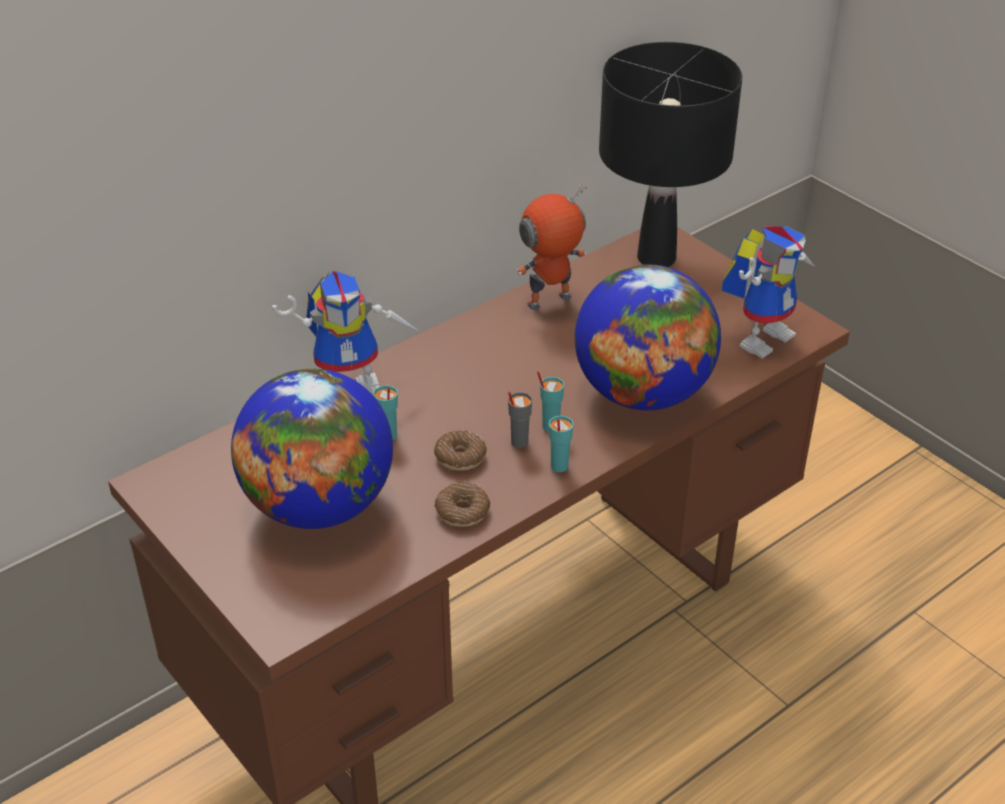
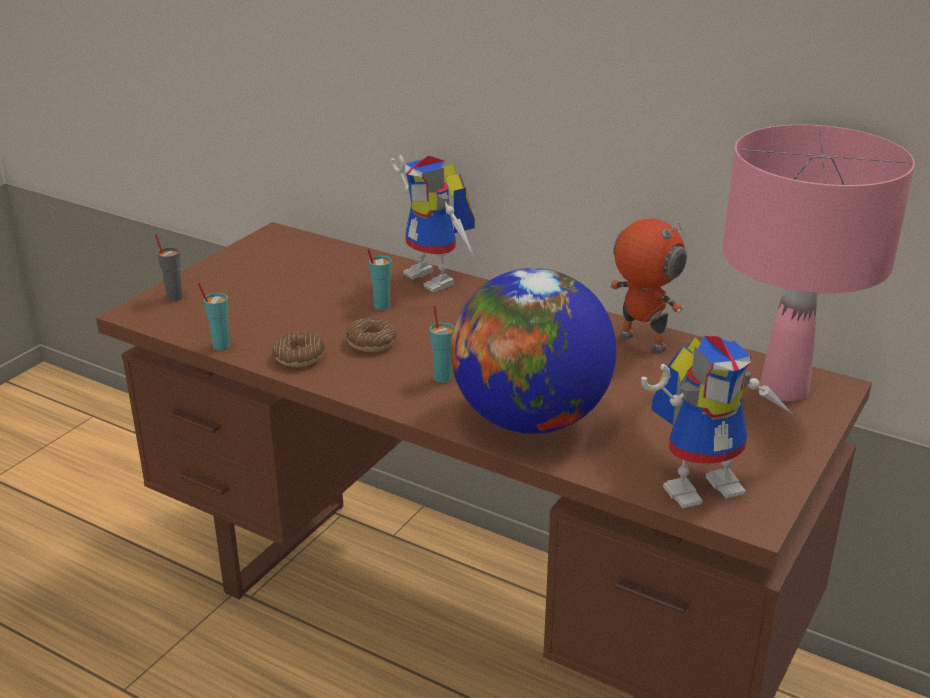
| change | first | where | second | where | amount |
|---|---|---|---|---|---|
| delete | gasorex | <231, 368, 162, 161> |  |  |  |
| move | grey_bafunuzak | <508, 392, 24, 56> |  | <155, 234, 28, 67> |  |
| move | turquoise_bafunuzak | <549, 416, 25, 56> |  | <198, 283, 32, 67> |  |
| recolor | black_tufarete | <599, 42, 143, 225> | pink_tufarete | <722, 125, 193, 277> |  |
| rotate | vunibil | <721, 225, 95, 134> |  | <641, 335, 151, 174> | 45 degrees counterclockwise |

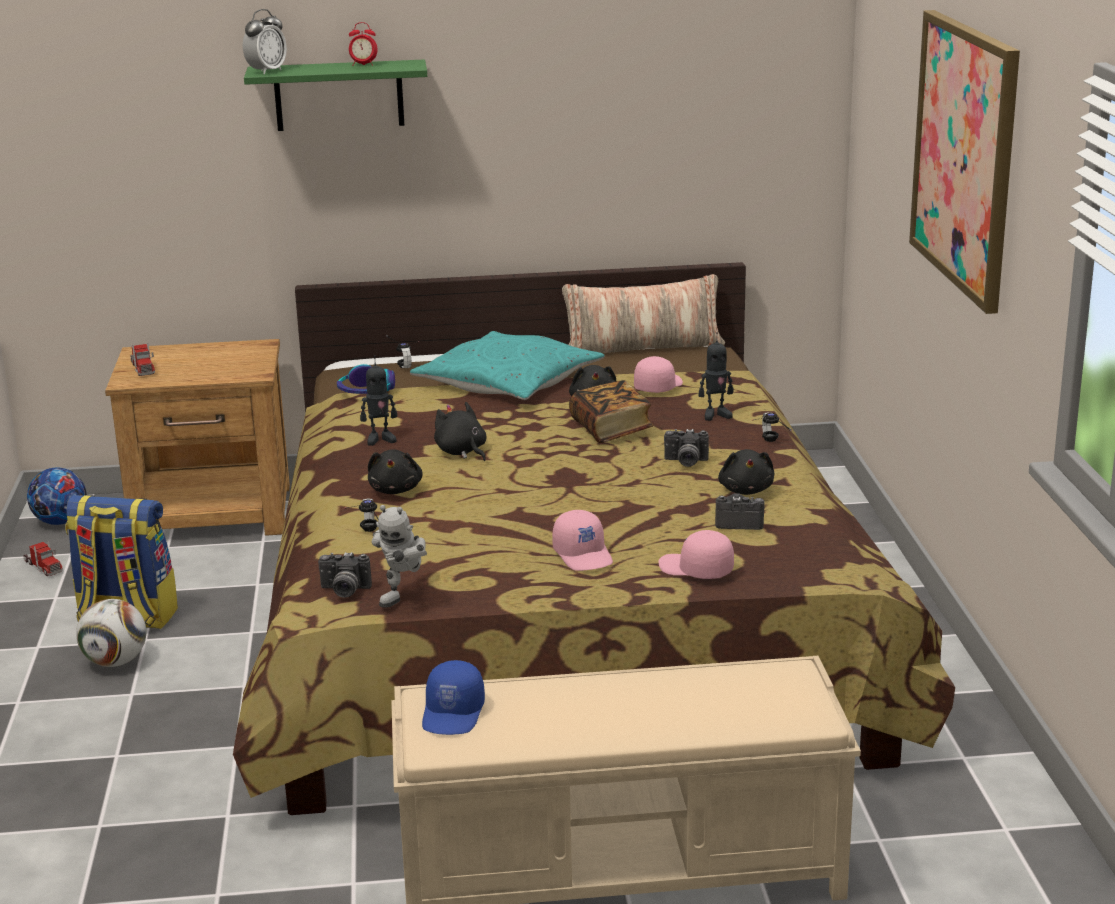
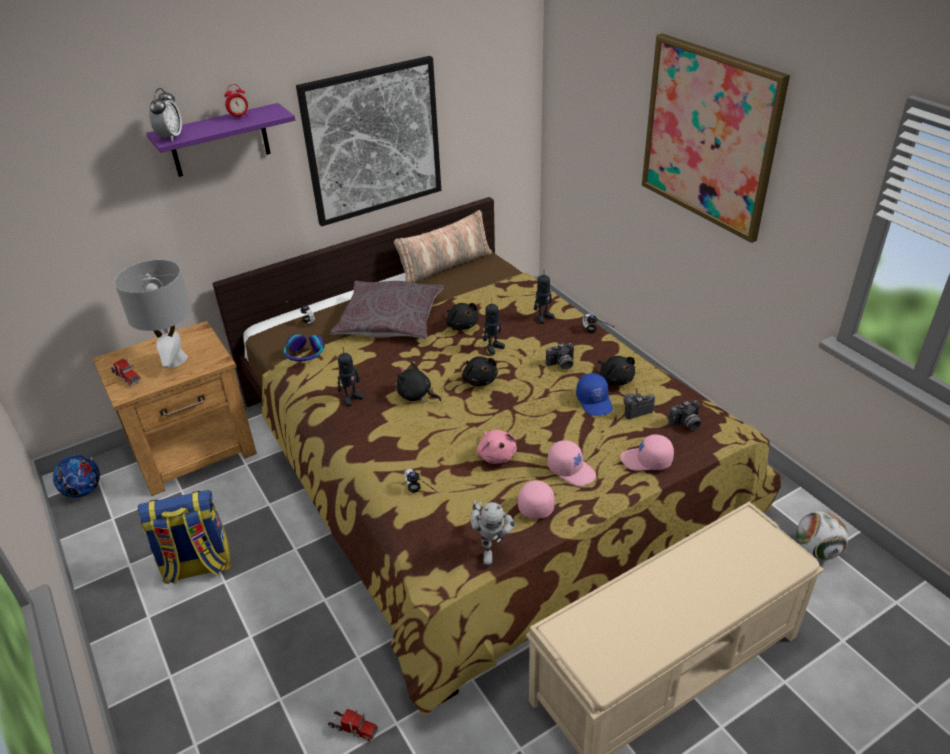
| change | first | where | second | where | amount |
|---|---|---|---|---|---|
| insert |  |  | grey_tufarete | <114, 259, 78, 109> |  |
| insert |  |  | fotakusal | <296, 56, 145, 170> |  |
| insert |  |  | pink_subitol | <477, 430, 40, 34> |  |
| move | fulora | <24, 541, 39, 35> |  | <328, 709, 50, 33> |  |
| move | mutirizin | <76, 599, 70, 68> |  | <796, 511, 52, 49> |  |
| move | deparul | <318, 552, 54, 46> |  | <668, 400, 33, 30> |  |
| move | black_subitol | <368, 450, 55, 44> |  | <462, 356, 36, 30> |  |
| move | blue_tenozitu | <422, 660, 63, 75> |  | <576, 373, 37, 43> |  |
| move | pink_tenozitu | <634, 356, 49, 37> |  | <518, 480, 37, 39> |  |
| replace | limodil | <569, 380, 85, 63> | vunibil | <483, 298, 22, 57> |  |
| recolor | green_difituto | <244, 59, 183, 72> | purple_difituto | <146, 103, 149, 74> |  |
| recolor | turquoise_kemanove | <410, 331, 195, 69> | grey_kemanove | <330, 281, 114, 58> |  |

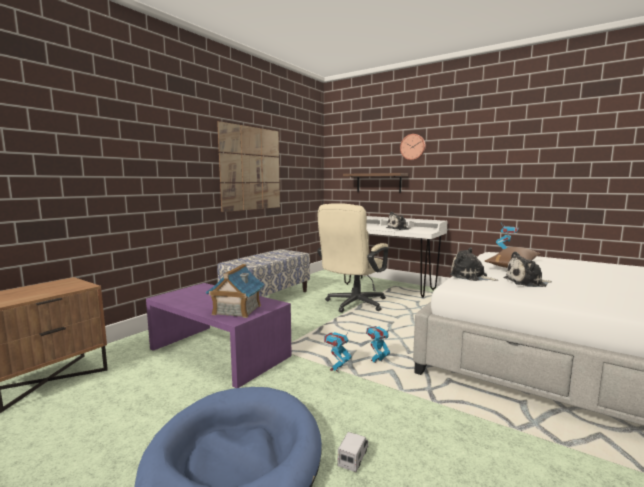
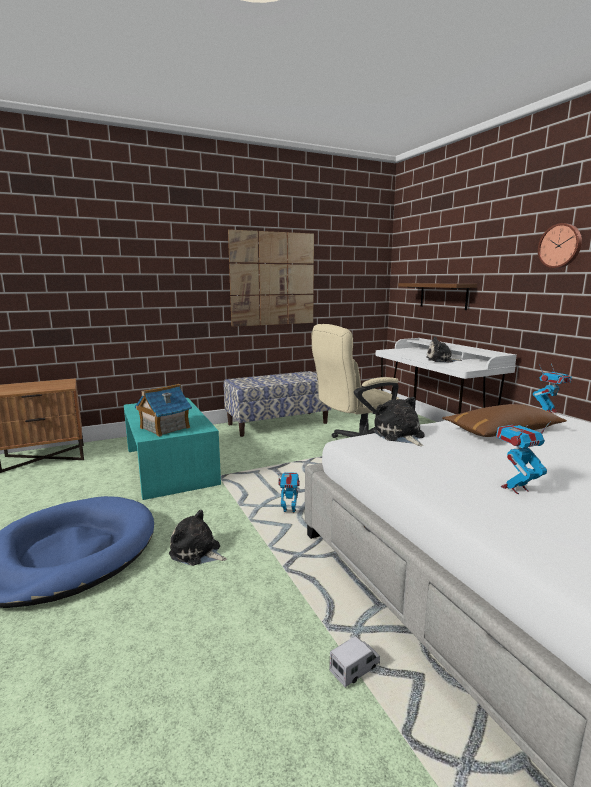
| change | first | where | second | where | amount |
|---|---|---|---|---|---|
| move | vunibil | <324, 329, 28, 44> |  | <496, 421, 55, 73> |  |
| move | fulora | <337, 432, 31, 40> |  | <329, 636, 51, 52> |  |
| move | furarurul | <400, 134, 26, 26> |  | <538, 223, 44, 45> |  |
| move | subitol | <503, 252, 49, 35> |  | <169, 510, 58, 56> |  |
| recolor | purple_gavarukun | <146, 283, 146, 105> | turquoise_gavarukun | <124, 398, 97, 102> |  |

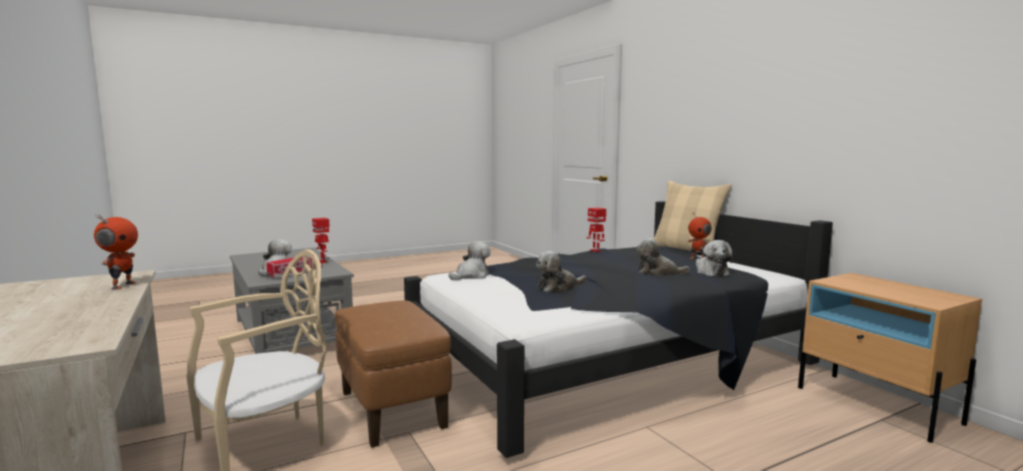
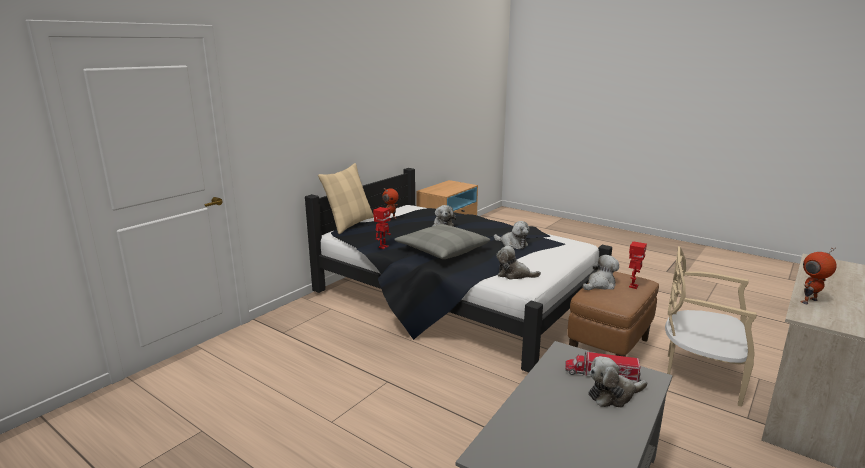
| change | first | where | second | where | amount |
|---|---|---|---|---|---|
| insert |  |  | grey_kemanove | <394, 224, 96, 35> |  |
| move | vunibil | <312, 218, 18, 45> |  | <629, 241, 18, 48> |  |
| move | subitol | <696, 240, 36, 36> |  | <583, 255, 36, 35> |  |

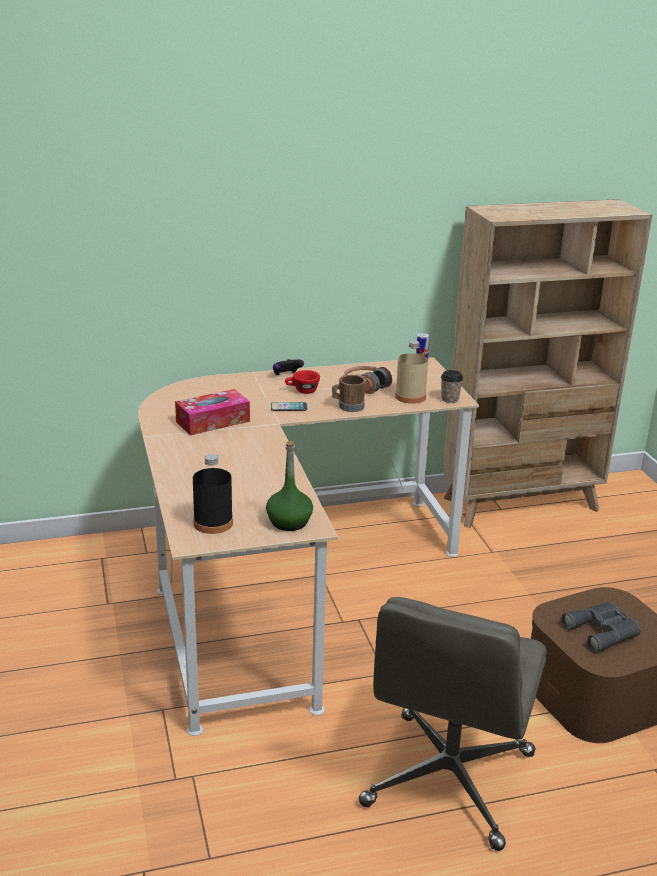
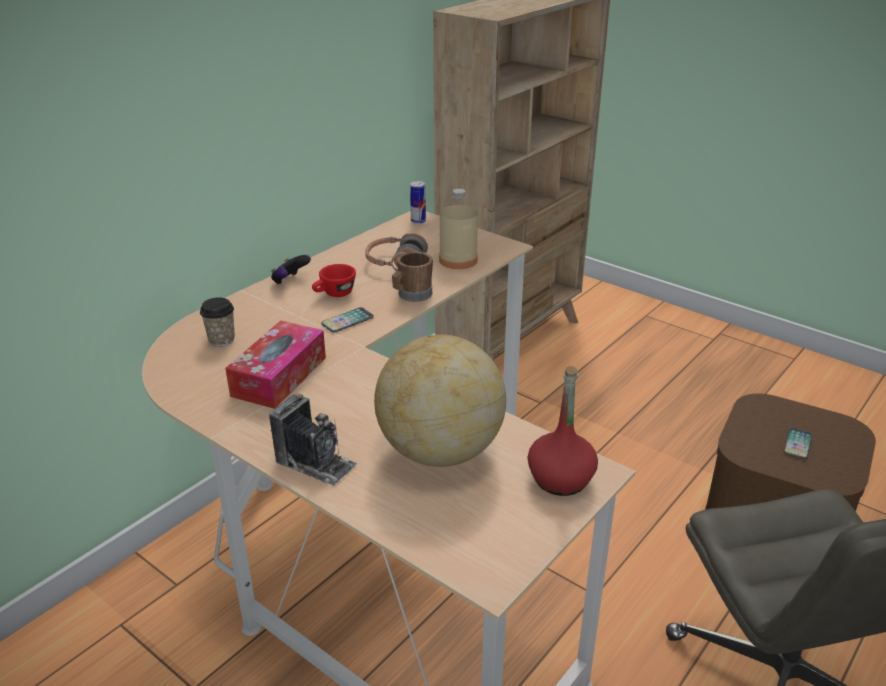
| change | first | where | second | where | amount |
|---|---|---|---|---|---|
| delete | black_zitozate | <193, 454, 40, 80> |  |  |  |
| insert |  |  | deparul | <269, 394, 88, 92> |  |
| insert |  |  | gasorex | <374, 334, 132, 133> |  |
| move | bafunuzak | <441, 370, 22, 33> |  | <200, 297, 35, 50> |  |
| replace | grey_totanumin | <562, 602, 79, 51> | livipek | <784, 428, 28, 31> |  |
| recolor | green_zitozate | <266, 441, 47, 90> | red_zitozate | <527, 366, 71, 130> |  |

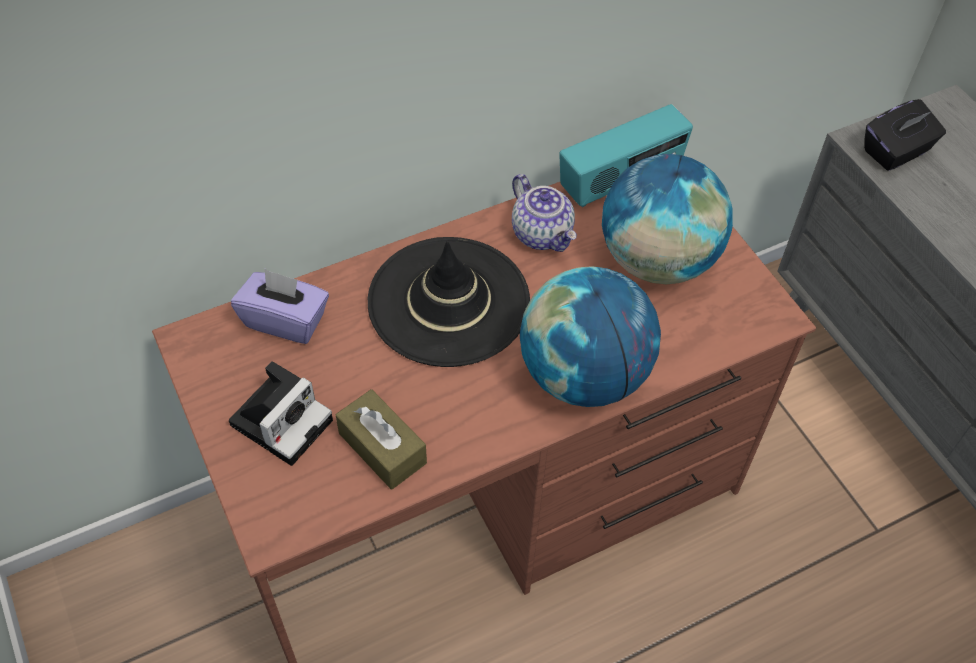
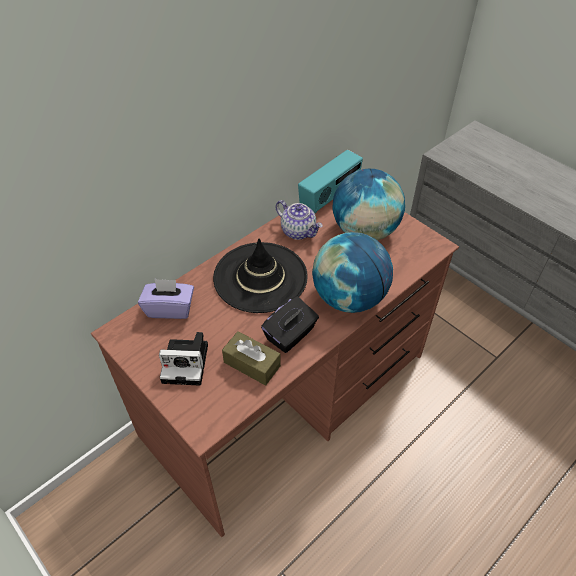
| change | first | where | second | where | amount |
|---|---|---|---|---|---|
| move | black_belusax | <864, 99, 82, 72> |  | <261, 296, 58, 57> |  |
| rotate | deparul | <229, 361, 104, 105> |  | <159, 332, 49, 54> | 75 degrees clockwise |

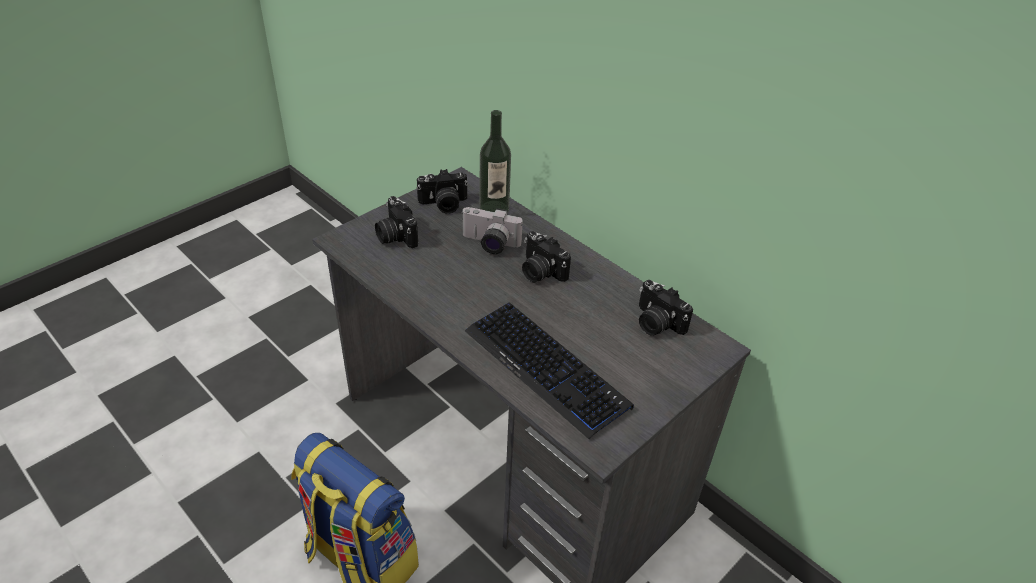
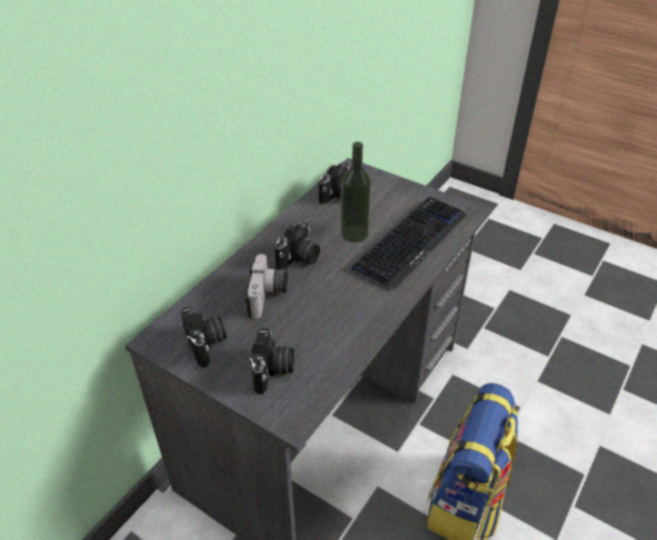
| change | first | where | second | where | amount |
|---|---|---|---|---|---|
| move | zitozate | <479, 110, 32, 102> |  | <341, 142, 31, 101> |  |
| rotate | deparul | <375, 196, 43, 52> |  | <250, 328, 44, 66> | 45 degrees counterclockwise |

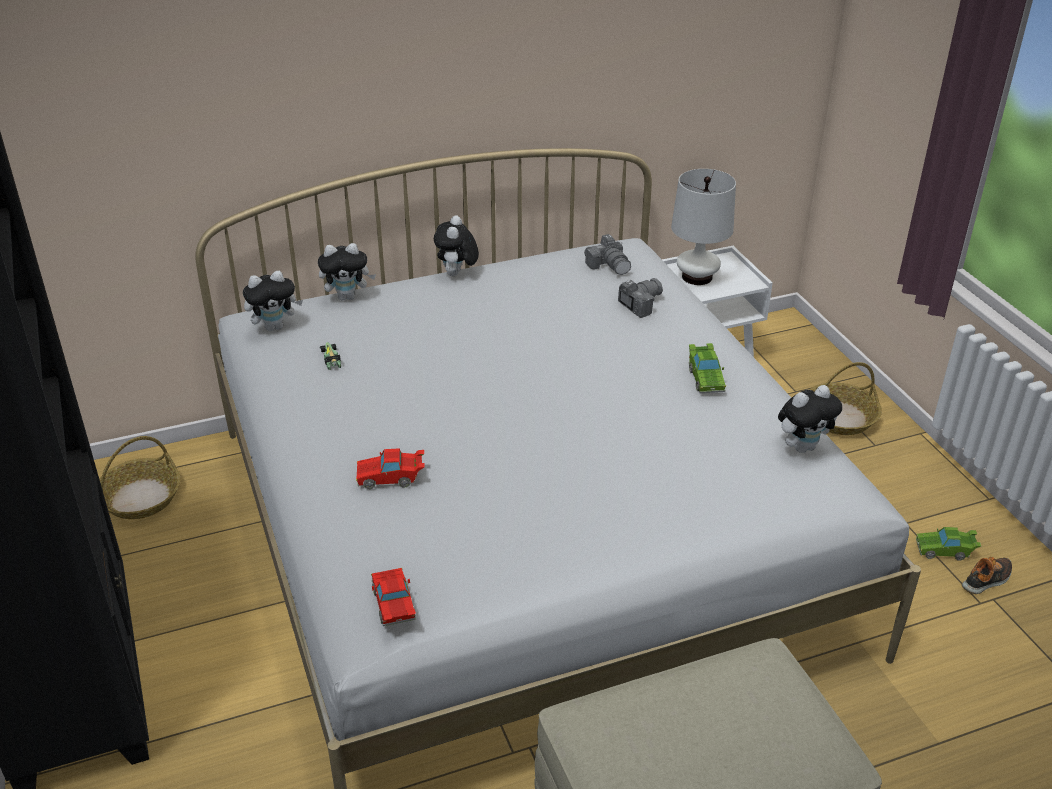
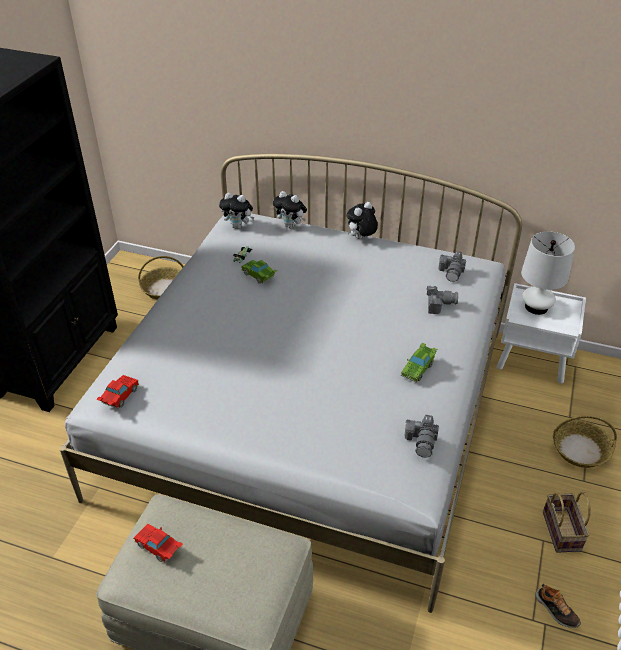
| change | first | where | second | where | amount |
|---|---|---|---|---|---|
| insert |  |  | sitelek | <543, 491, 48, 62> |  |
| move | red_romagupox | <356, 448, 69, 41> |  | <133, 524, 50, 39> |  |
| move | green_romagupox | <916, 527, 65, 34> |  | <241, 260, 36, 24> |  |
| replace | subitol | <778, 385, 64, 68> | deparul | <404, 415, 36, 43> |  |
| rotate | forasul | <962, 557, 50, 37> |  | <536, 584, 45, 44> | 45 degrees clockwise |

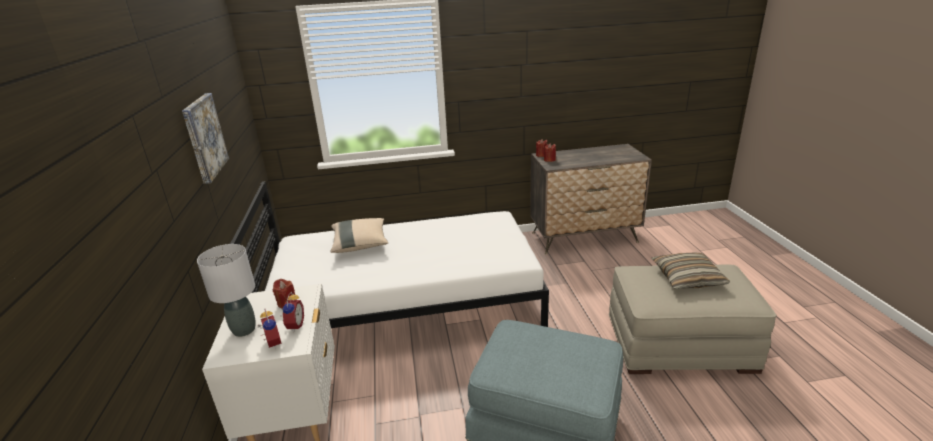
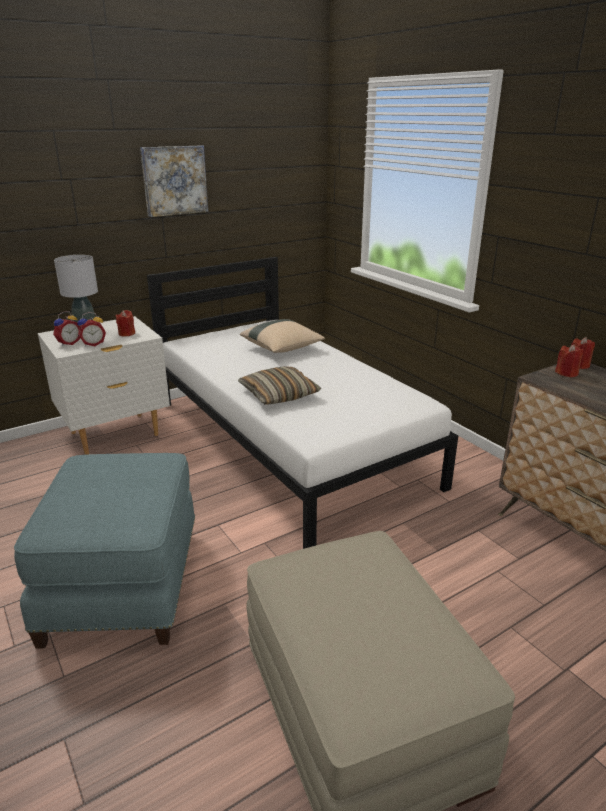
| change | first | where | second | where | amount |
|---|---|---|---|---|---|
| move | kemanove | <651, 252, 79, 37> |  | <238, 366, 83, 39> |  |

